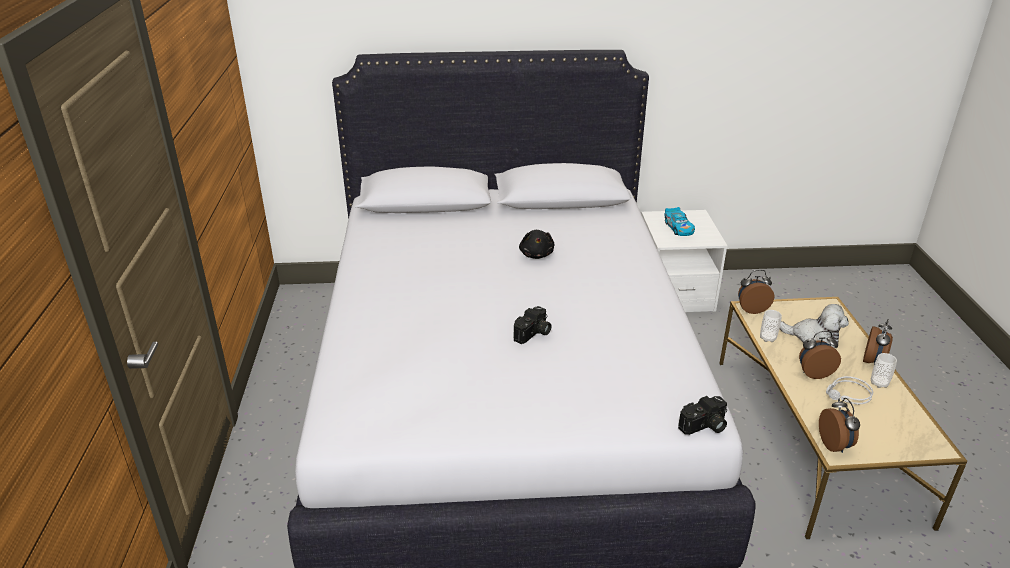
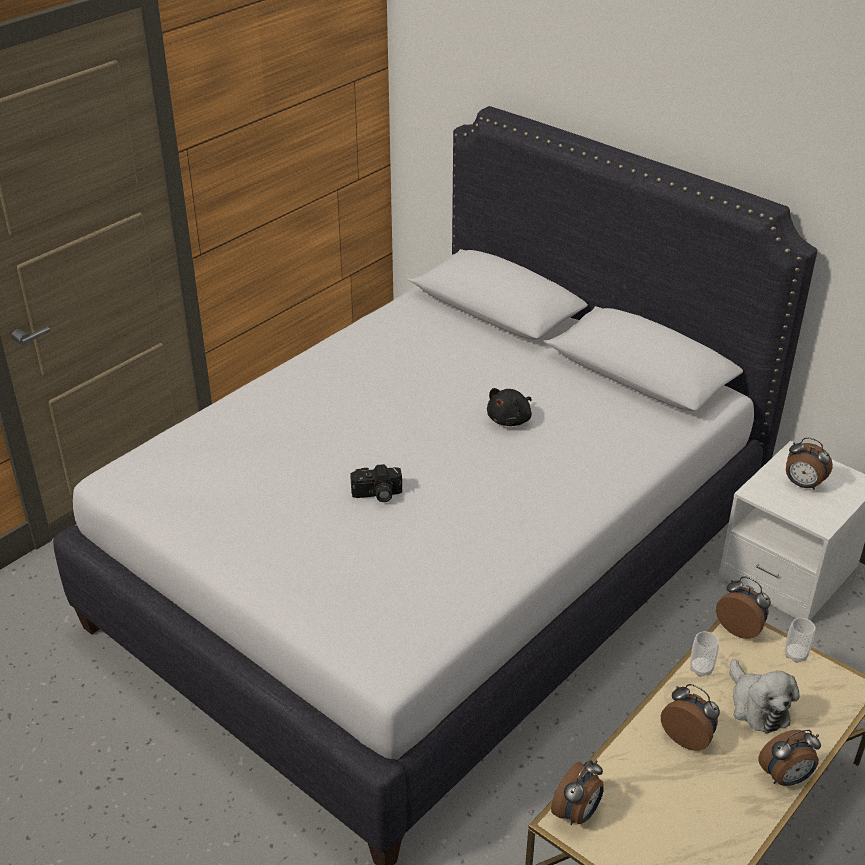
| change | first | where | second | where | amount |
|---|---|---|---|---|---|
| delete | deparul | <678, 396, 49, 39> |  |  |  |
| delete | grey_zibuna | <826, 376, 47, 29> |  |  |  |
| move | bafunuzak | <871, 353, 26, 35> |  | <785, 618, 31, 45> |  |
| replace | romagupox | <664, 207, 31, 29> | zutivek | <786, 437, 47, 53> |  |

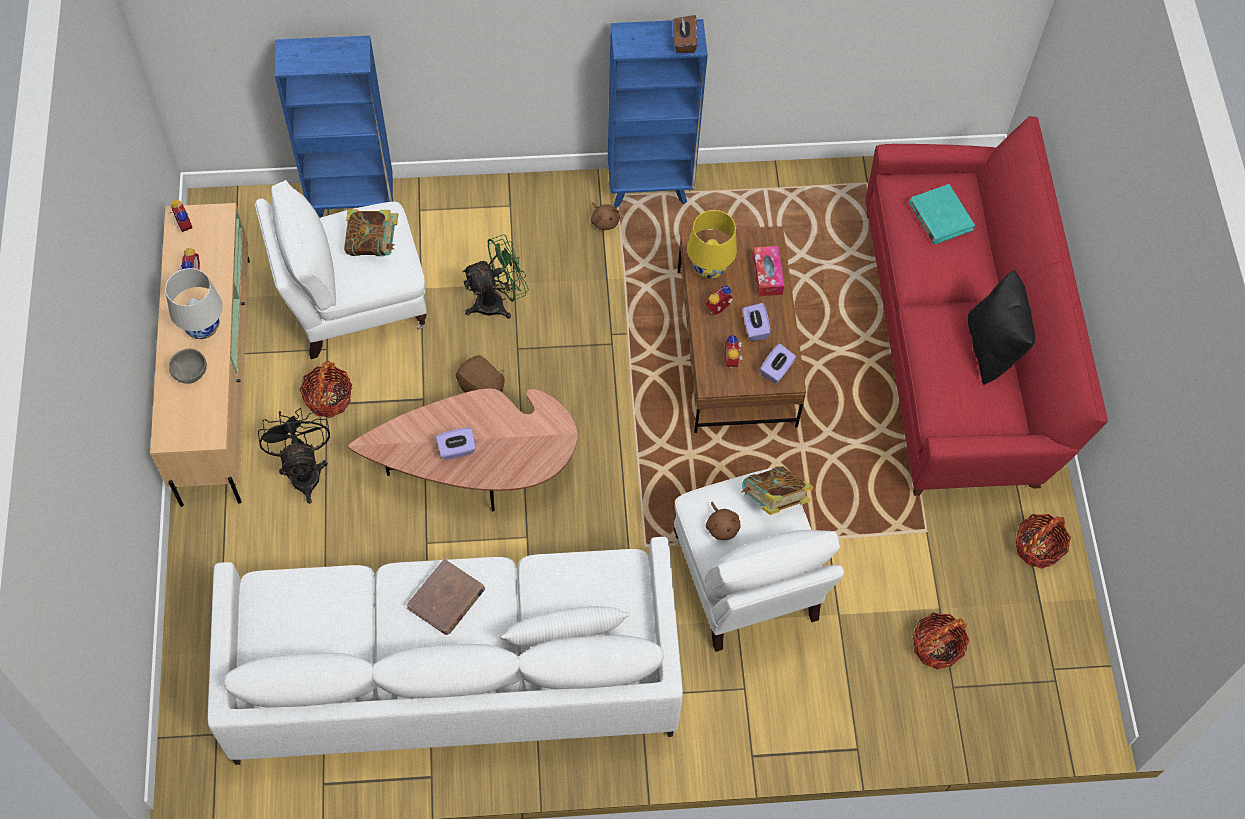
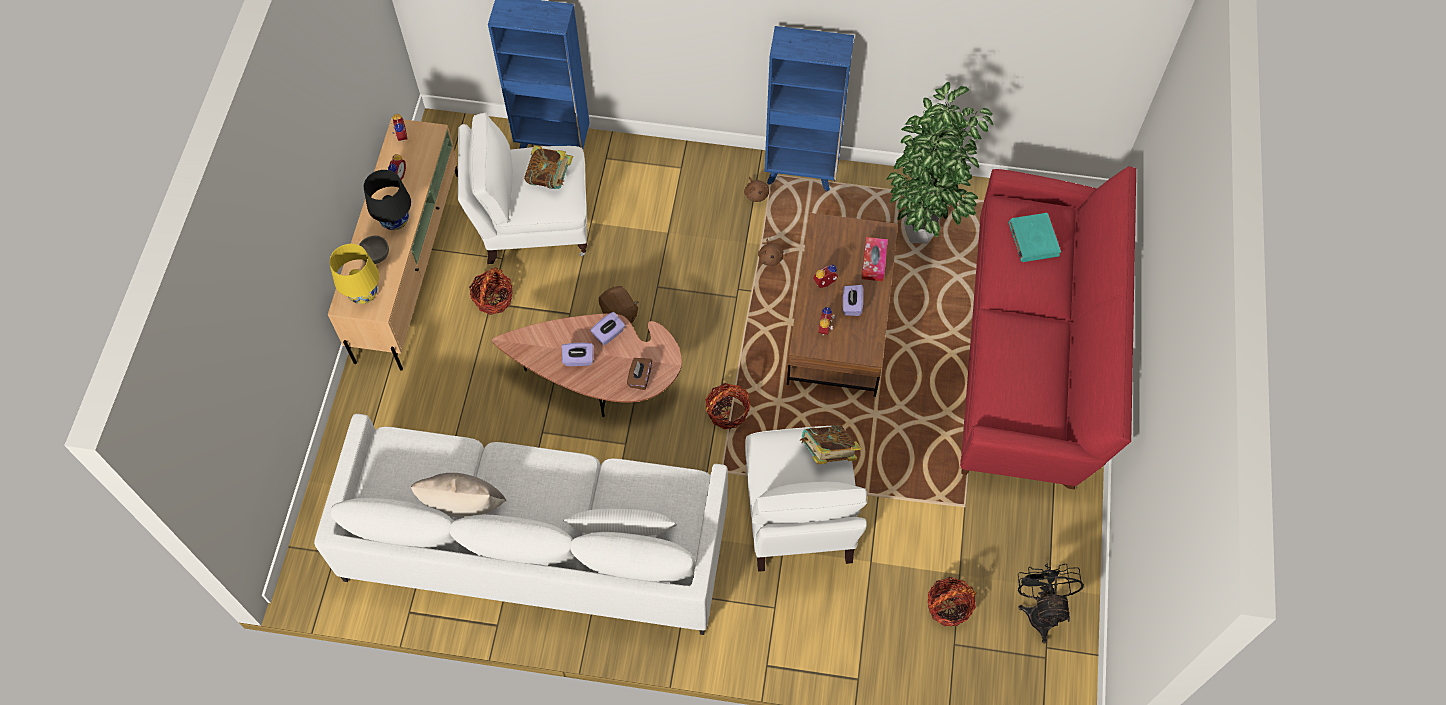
| change | first | where | second | where | amount |
|---|---|---|---|---|---|
| delete | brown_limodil | <407, 559, 78, 76> |  |  |  |
| delete | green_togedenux | <462, 234, 67, 85> |  |  |  |
| delete | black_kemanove | <968, 270, 67, 115> |  |  |  |
| insert |  |  | beige_kemanove | <411, 473, 95, 44> |  |
| insert |  |  | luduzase | <886, 82, 107, 162> |  |
| move | black_togedenux | <258, 408, 72, 96> |  | <1018, 563, 66, 81> |  |
| move | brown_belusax | <673, 15, 25, 38> |  | <627, 358, 25, 32> |  |
| move | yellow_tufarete | <687, 210, 50, 69> |  | <329, 244, 50, 60> |  |
| move | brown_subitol | <706, 502, 35, 38> |  | <758, 239, 26, 27> |  |
| move | purple_belusax | <760, 343, 36, 41> |  | <591, 312, 34, 33> |  |
| move | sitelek | <1016, 514, 55, 55> |  | <706, 383, 44, 46> |  |
| recolor | white_tufarete | <165, 268, 58, 71> | black_tufarete | <364, 170, 47, 60> |  |

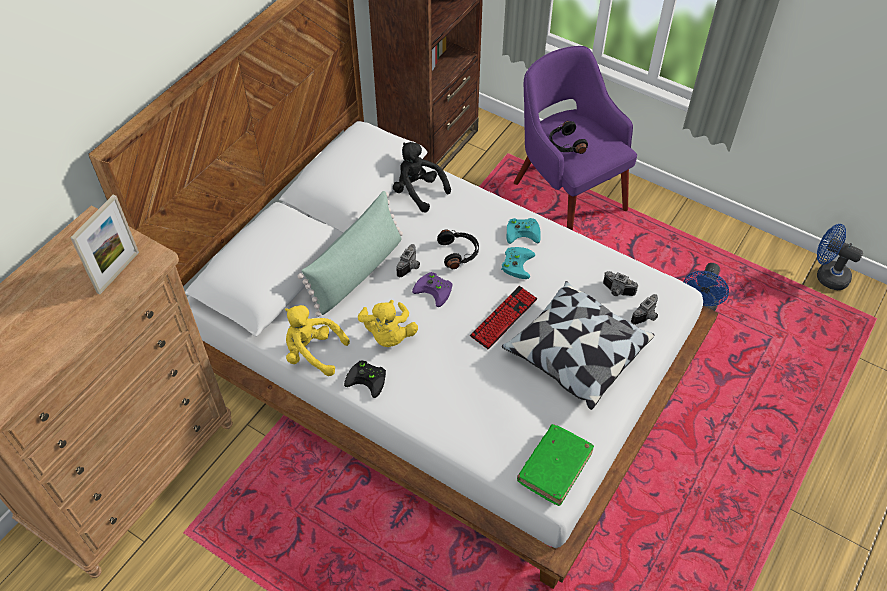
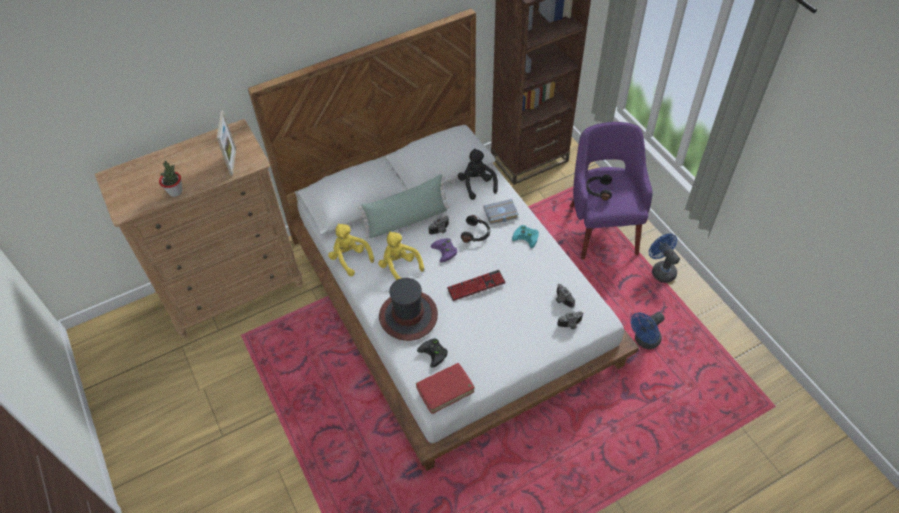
| change | first | where | second | where | amount |
|---|---|---|---|---|---|
| delete | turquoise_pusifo | <501, 247, 34, 32> |  |  |  |
| delete | kemanove | <502, 281, 152, 129> |  |  |  |
| insert |  |  | luduzase | <159, 160, 23, 37> |  |
| insert |  |  | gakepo | <379, 278, 59, 63> |  |
| insert |  |  | grey_limodil | <483, 199, 36, 26> |  |
| move | black_pusifo | <344, 361, 42, 37> |  | <417, 338, 31, 30> |  |
| move | blue_togedenux | <817, 224, 46, 66> |  | <649, 234, 31, 49> |  |
| recolor | green_limodil | <517, 424, 77, 82> | red_limodil | <416, 363, 59, 51> |  |
| rotate | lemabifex | <70, 194, 69, 101> |  | <217, 111, 19, 65> | 60 degrees counterclockwise |
| rotate | yellow_subitol | <358, 300, 60, 47> |  | <378, 231, 46, 49> | 120 degrees clockwise |

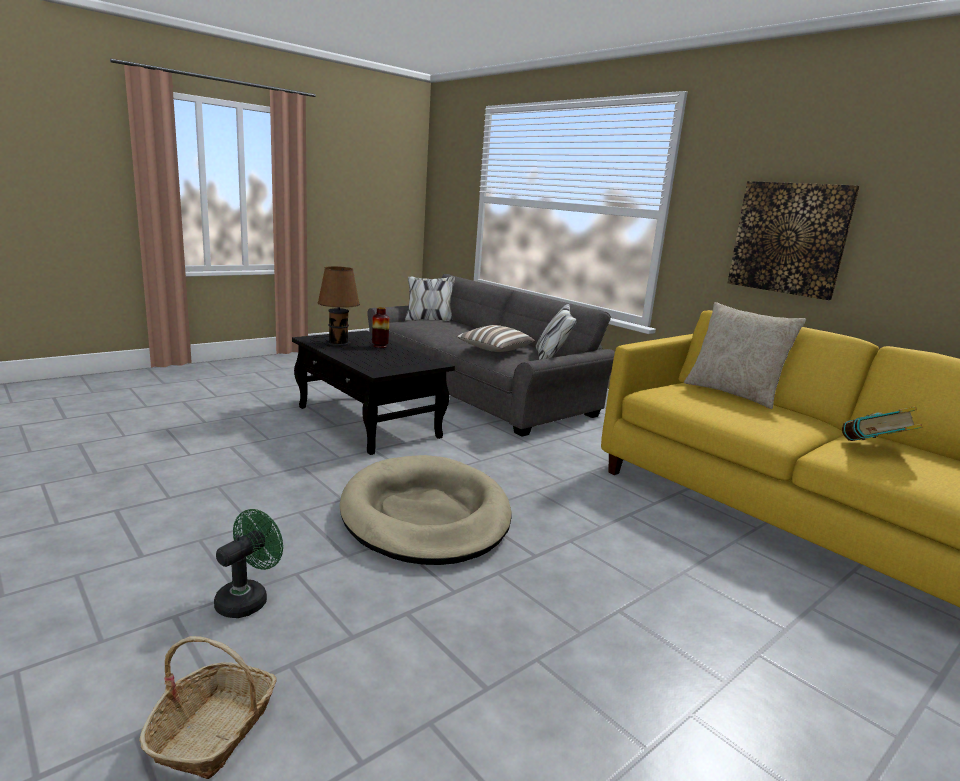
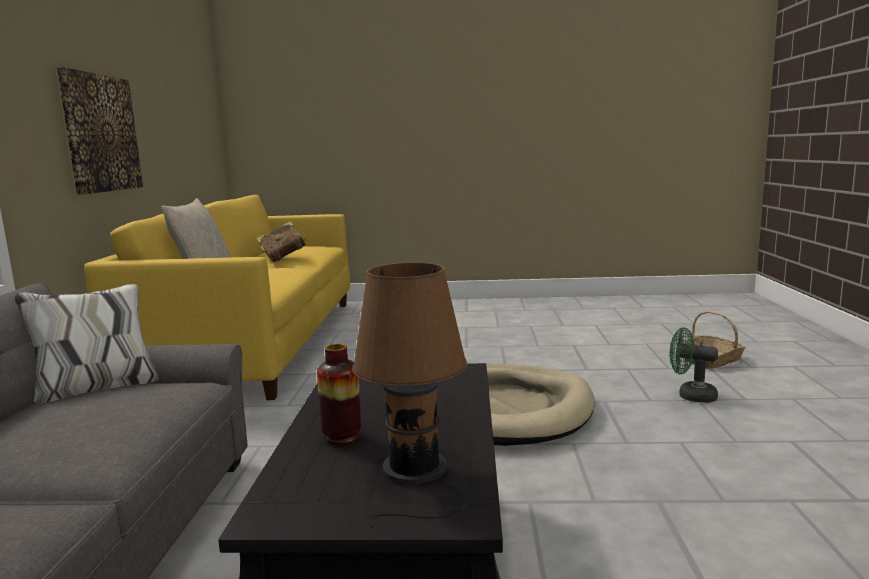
| change | first | where | second | where | amount |
|---|---|---|---|---|---|
| delete | kemanove | <456, 325, 79, 27> |  |  |  |
| rotate | green_togedenux | <214, 509, 69, 109> |  | <670, 327, 48, 76> | 45 degrees clockwise |

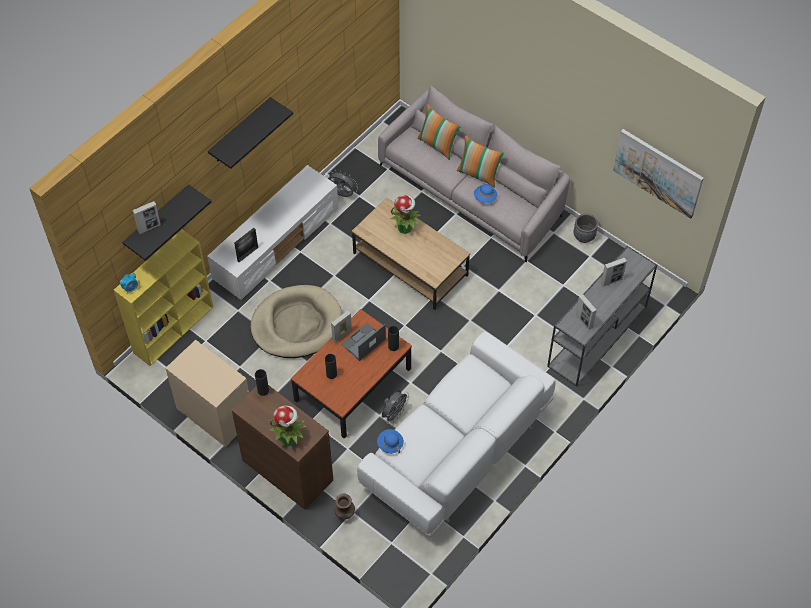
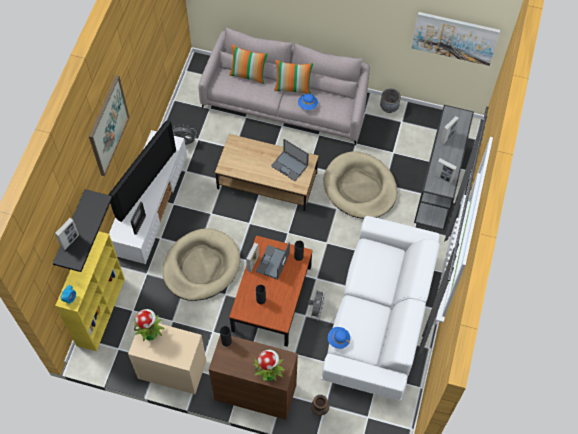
| change | first | where | second | where | amount |
|---|---|---|---|---|---|
| insert |  |  | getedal | <108, 121, 68, 101> |  |
| insert |  |  | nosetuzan | <271, 139, 38, 42> |  |
| insert |  |  | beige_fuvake | <323, 151, 75, 68> |  |
| move | luduzase | <390, 195, 31, 39> |  | <134, 309, 30, 32> |  |
| replace | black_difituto | <208, 97, 85, 72> | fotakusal | <89, 75, 41, 101> |  |

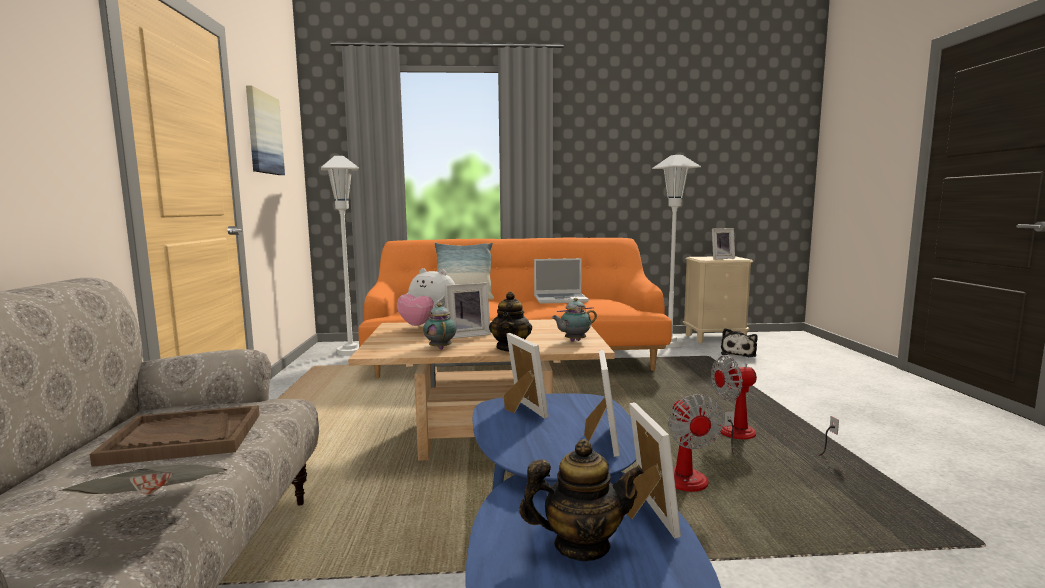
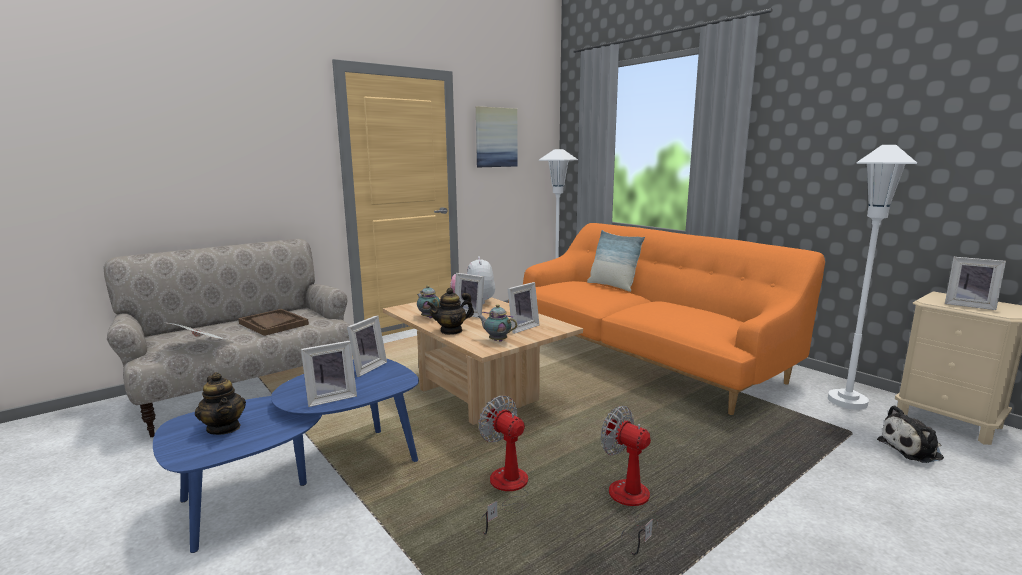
| change | first | where | second | where | amount |
|---|---|---|---|---|---|
| delete | nosetuzan | <534, 258, 55, 46> |  |  |  |
| move | lemabifex | <626, 402, 55, 137> |  | <507, 282, 33, 52> |  |
| rotate | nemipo | <423, 303, 33, 47> |  | <417, 285, 23, 33> | 75 degrees counterclockwise |
| rotate | togedenux | <668, 394, 67, 98> |  | <478, 396, 51, 139> | 90 degrees clockwise |

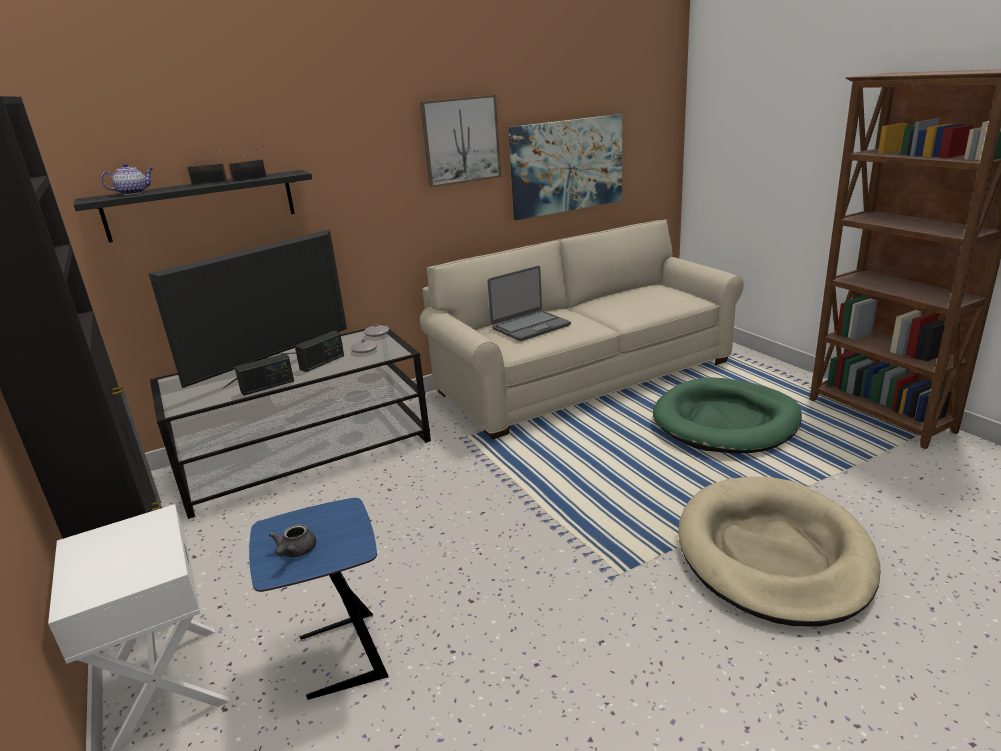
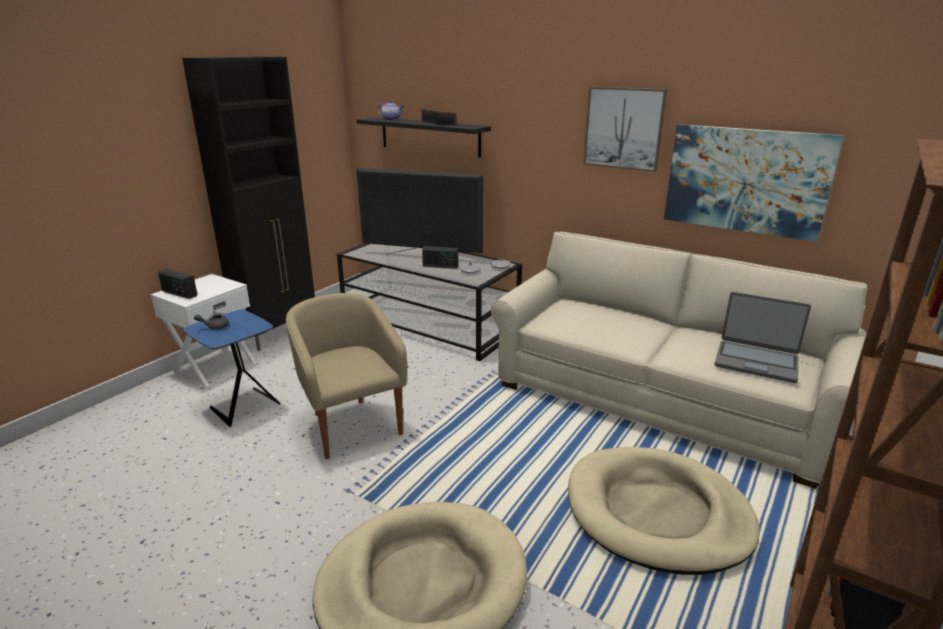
| change | first | where | second | where | amount |
|---|---|---|---|---|---|
| insert |  |  | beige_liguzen | <286, 293, 121, 166> |  |
| move | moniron | <234, 353, 60, 43> |  | <158, 269, 39, 30> |  |
| move | nosetuzan | <487, 266, 84, 75> |  | <715, 292, 96, 91> |  |
| recolor | green_fuvake | <653, 377, 149, 76> | beige_fuvake | <568, 447, 191, 128> |  |

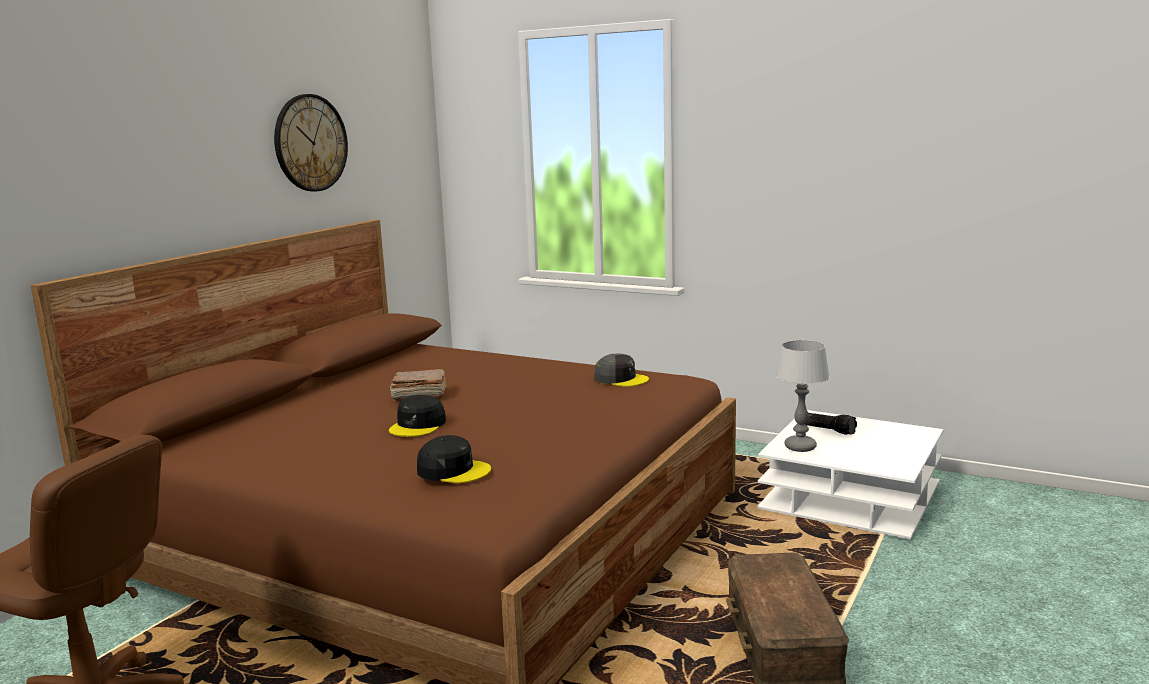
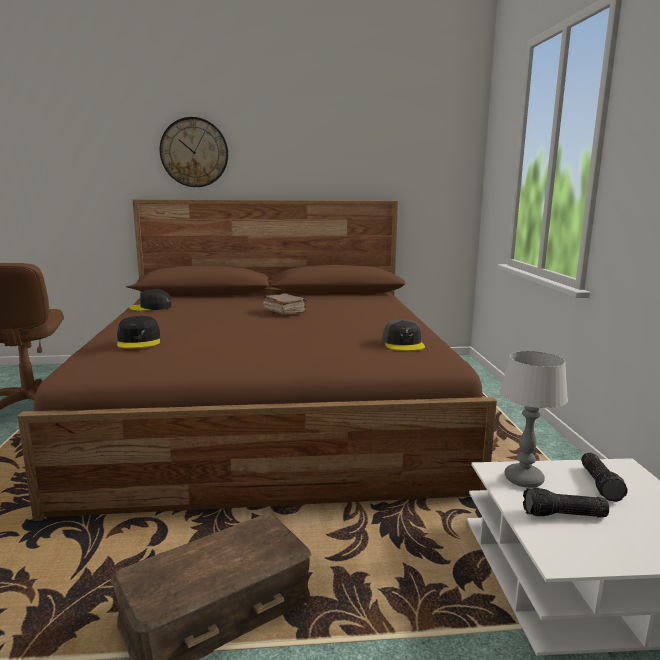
| change | first | where | second | where | amount |
|---|---|---|---|---|---|
| insert |  |  | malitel | <523, 487, 86, 31> |  |
| move | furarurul | <274, 94, 74, 97> |  | <160, 117, 68, 70> |  |
| move | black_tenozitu | <389, 395, 57, 42> |  | <129, 289, 42, 22> |  |

